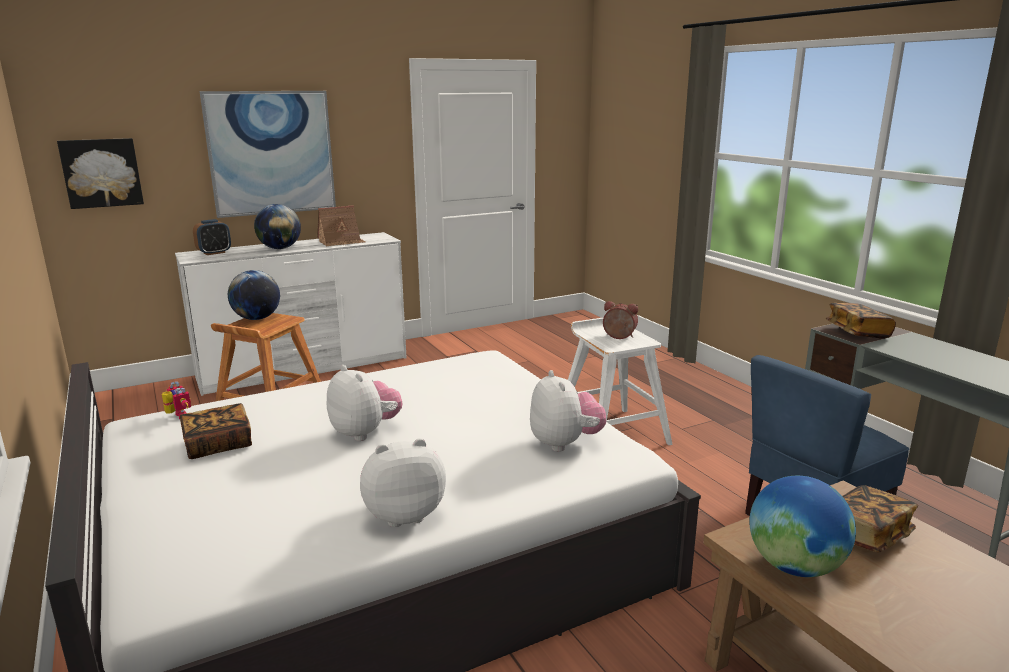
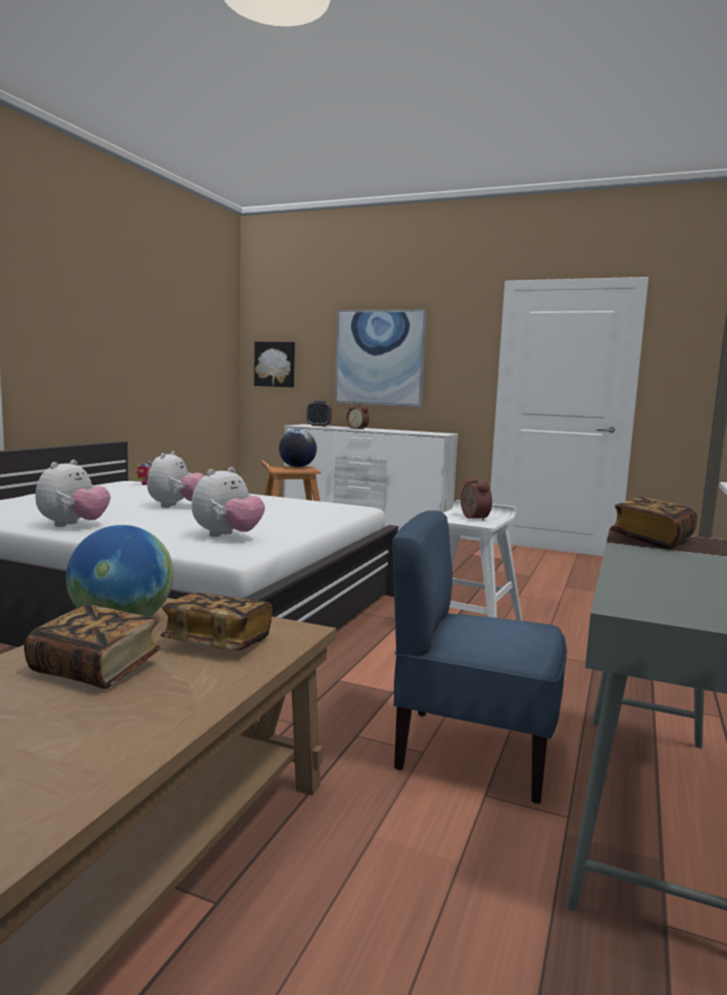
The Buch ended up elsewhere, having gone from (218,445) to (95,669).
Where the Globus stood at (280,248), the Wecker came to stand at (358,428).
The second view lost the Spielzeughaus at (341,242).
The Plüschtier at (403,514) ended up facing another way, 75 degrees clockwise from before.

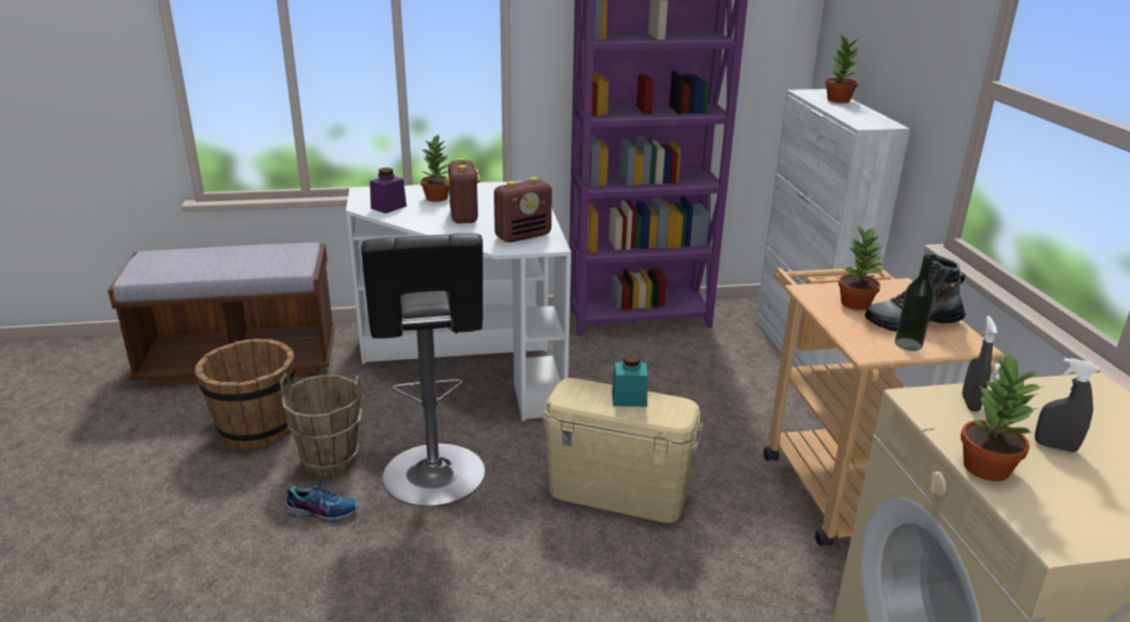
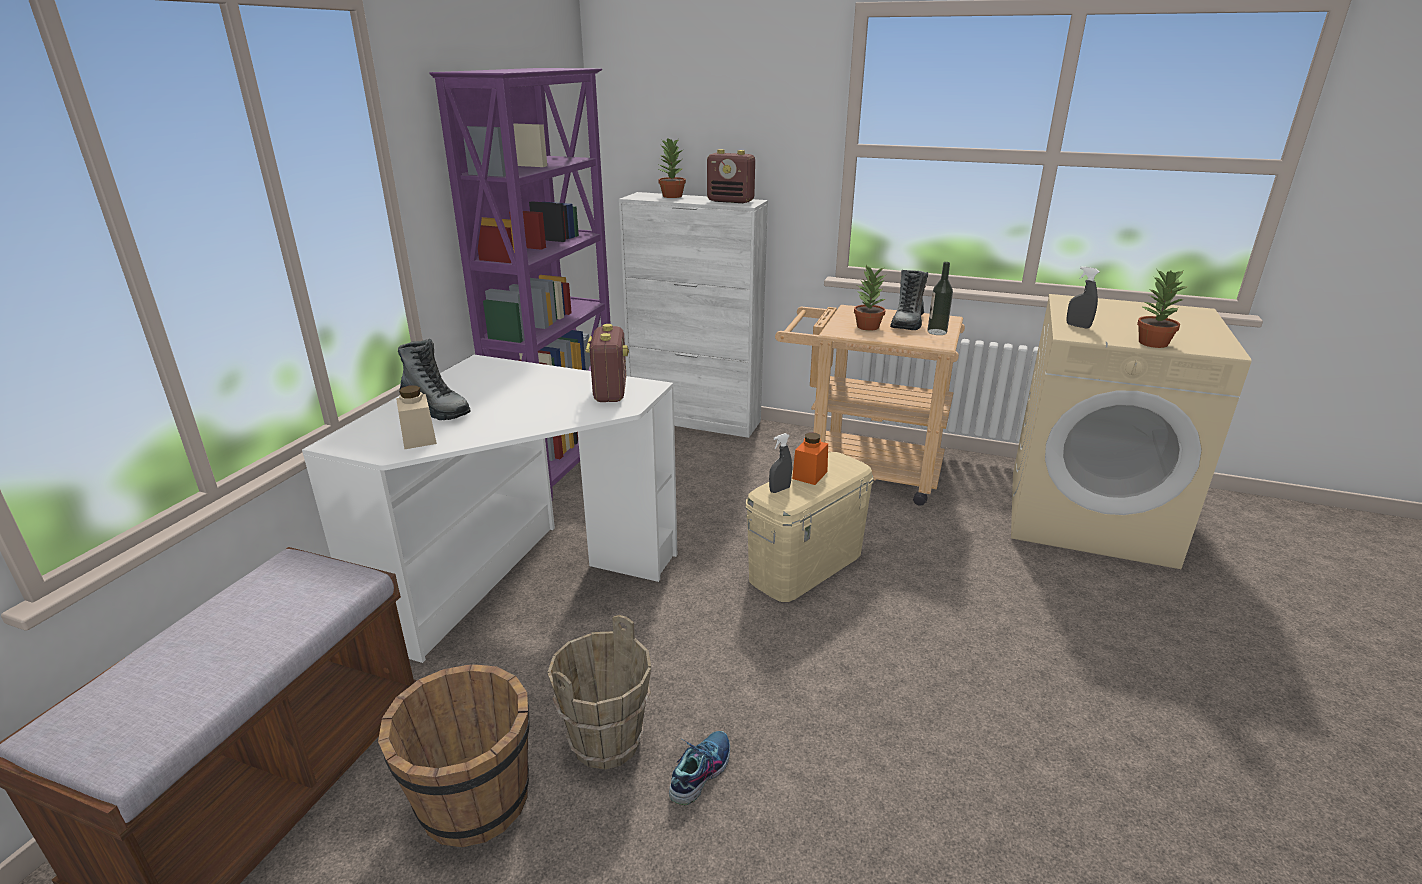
The second view lost the Hocker [schwarz] at (435,479).
What was the Vorratsglas [lila] at (388,207) turned into the Vorratsglas [beige] at (419,438).
Where the Topfpflanze stood at (437,198), the Stiefel came to stand at (436,408).
The Radio ended up elsewhere, having gone from (464,216) to (731,201).
What was the Vorratsglas [türkis] at (629,399) turned into the Vorratsglas [orange] at (809,475).
The Sprühflasche [grau] ended up elsewhere, having gone from (1055,446) to (779,489).

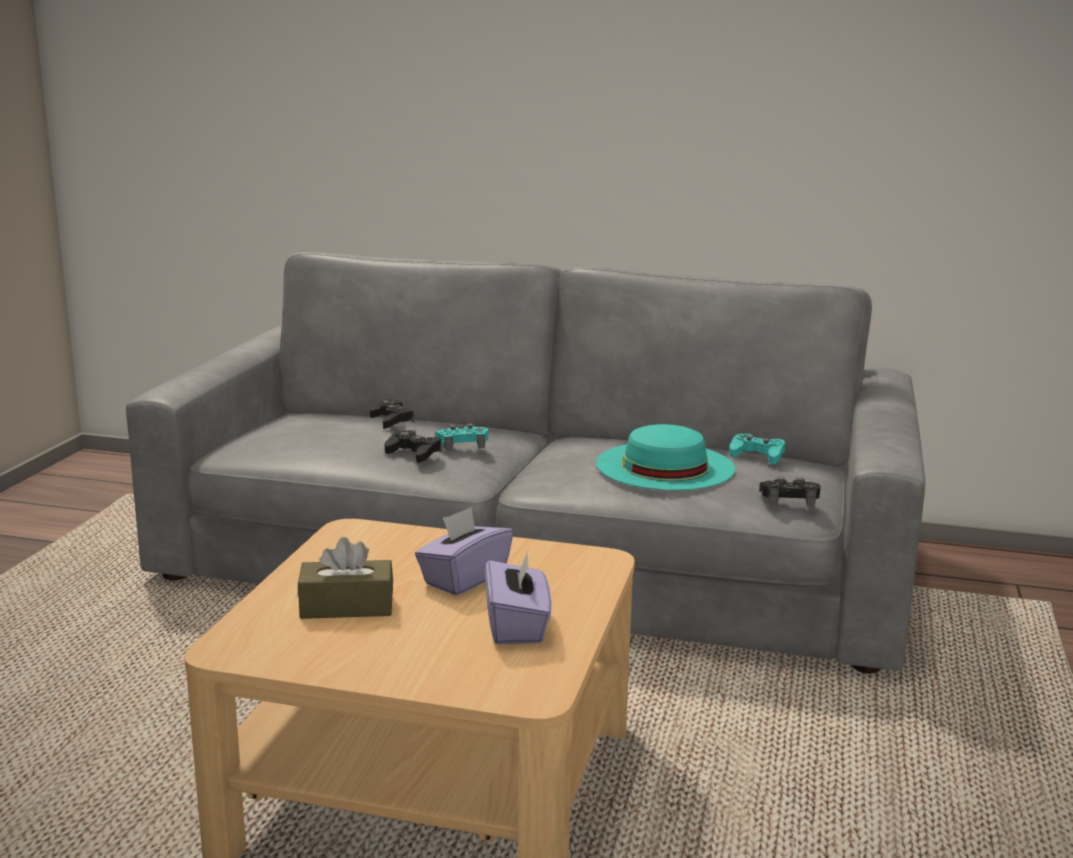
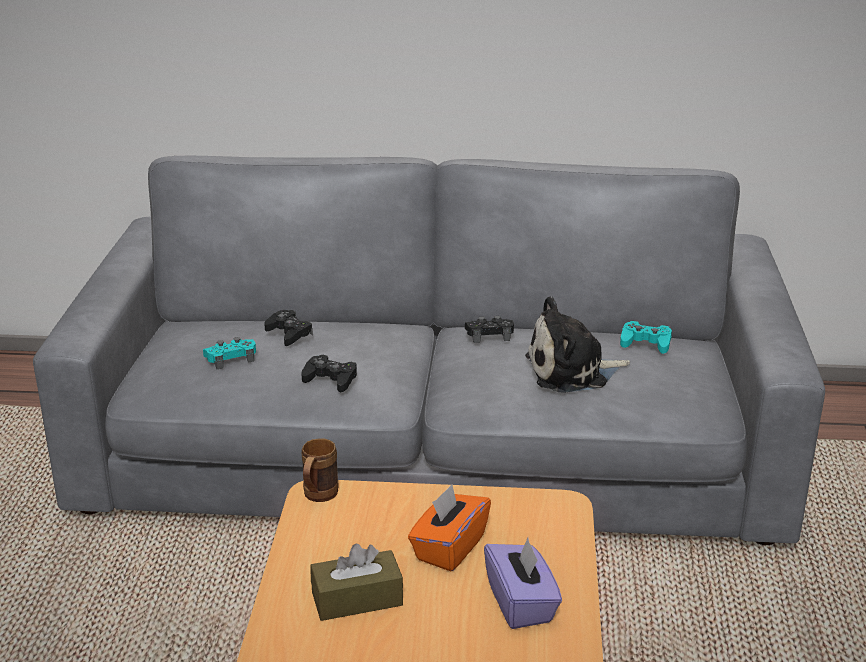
What was the Taschentuchbox [lila] at (464,579) turned into the Taschentuchbox [orange] at (449,548).
The Gamepad [türkis] ended up elsewhere, having gone from (462,444) to (231,358).
Where the Hut [türkis] stood at (665,466), the Plüschtier came to stand at (572,371).
The Gamepad [schwarz] ended up elsewhere, having gone from (789,499) to (489,334).
The second view gained the Henkelbecher [braun] at (317,497).

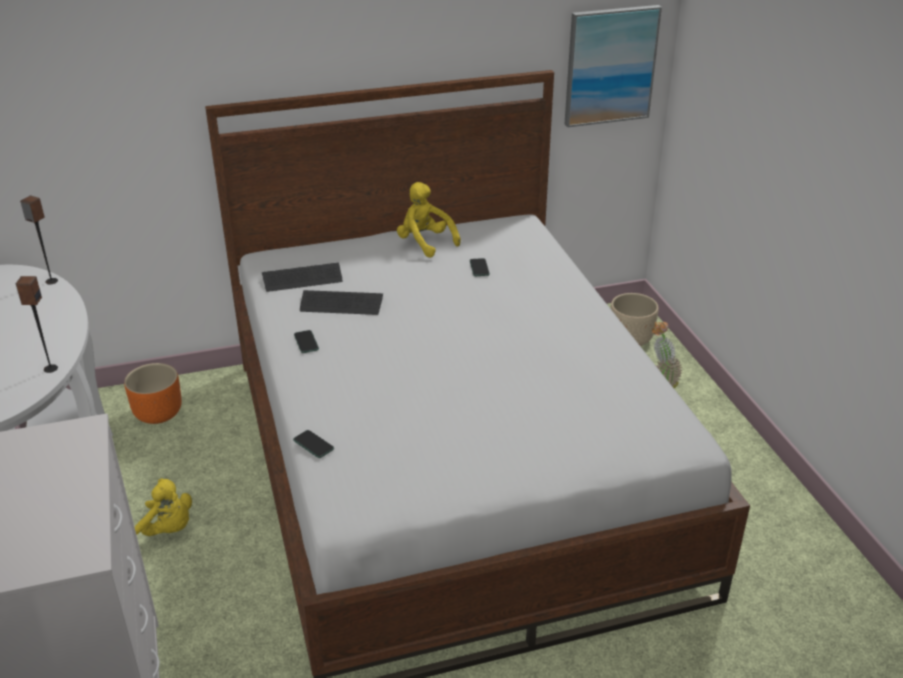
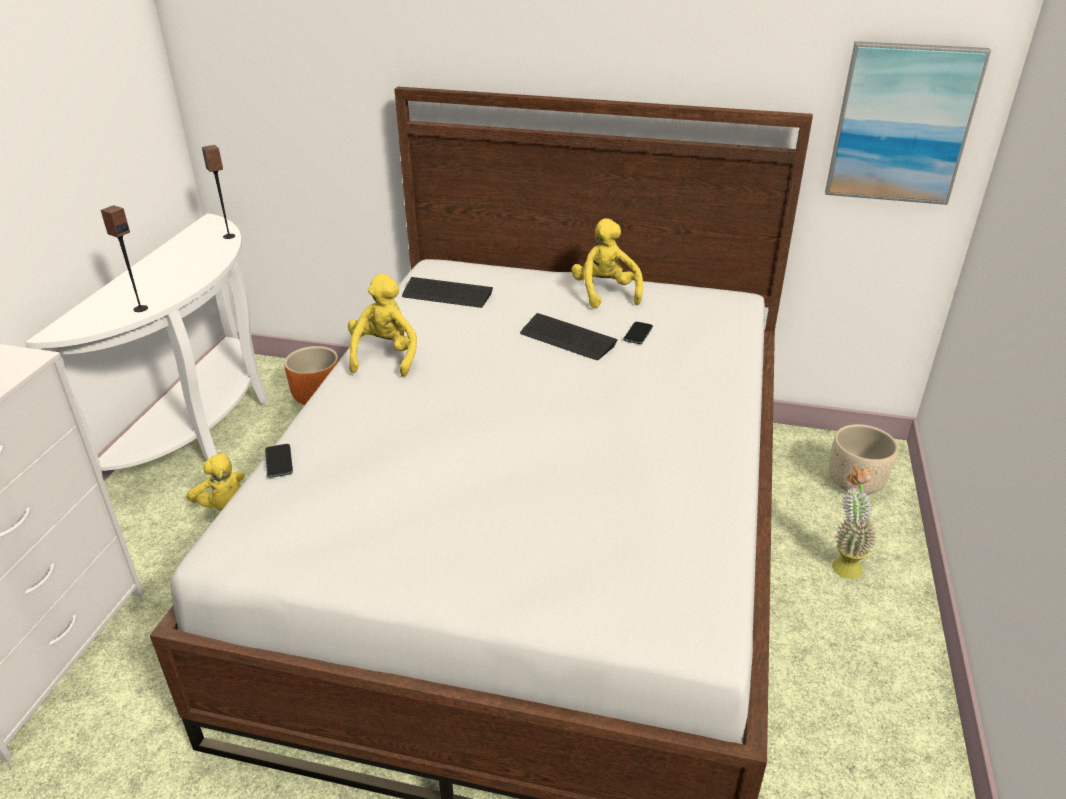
Where the Handy stood at (306,342), the Plüschtier [gelb] came to stand at (385,356).
The Tastatur ended up elsewhere, having gone from (341,304) to (567,339).

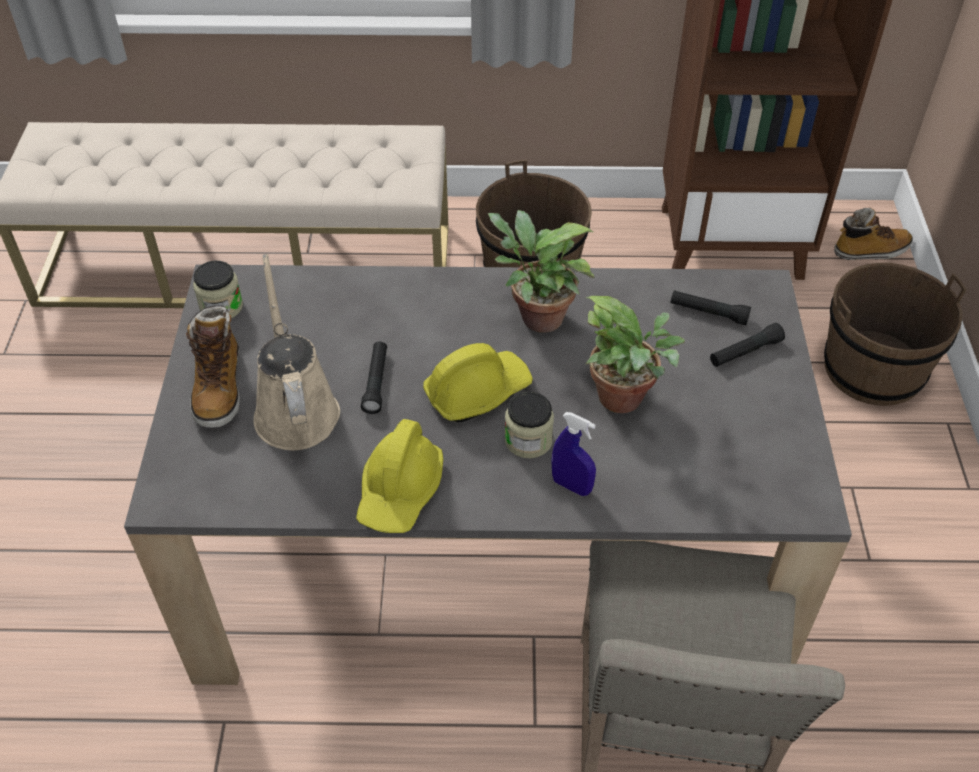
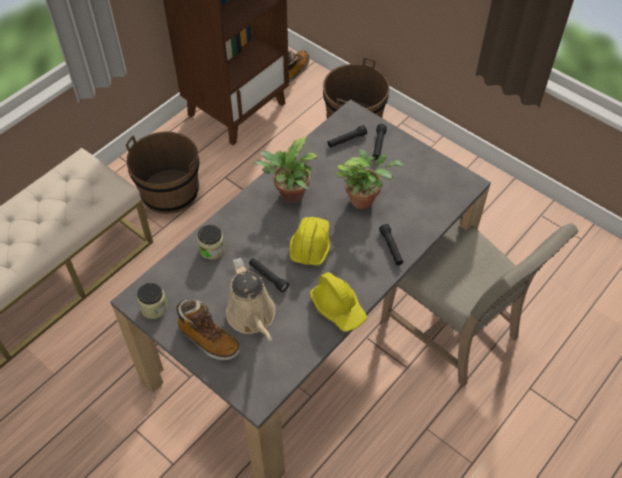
The Gießkanne [beige] at (295,408) ended up facing another way, 135 degrees counterclockwise from before.
The Vorratsglas ended up elsewhere, having gone from (528,440) to (212,249).
Where the Sprühflasche [blau] stood at (571,486), the Taschenlampe [schwarz] came to stand at (391,248).

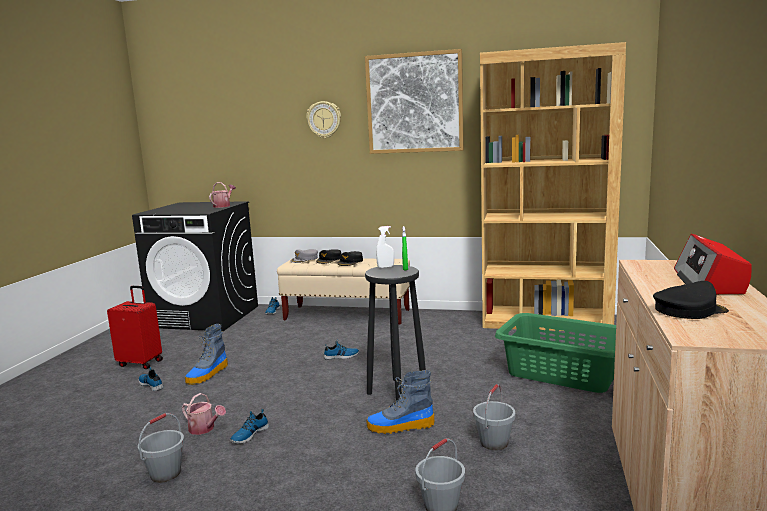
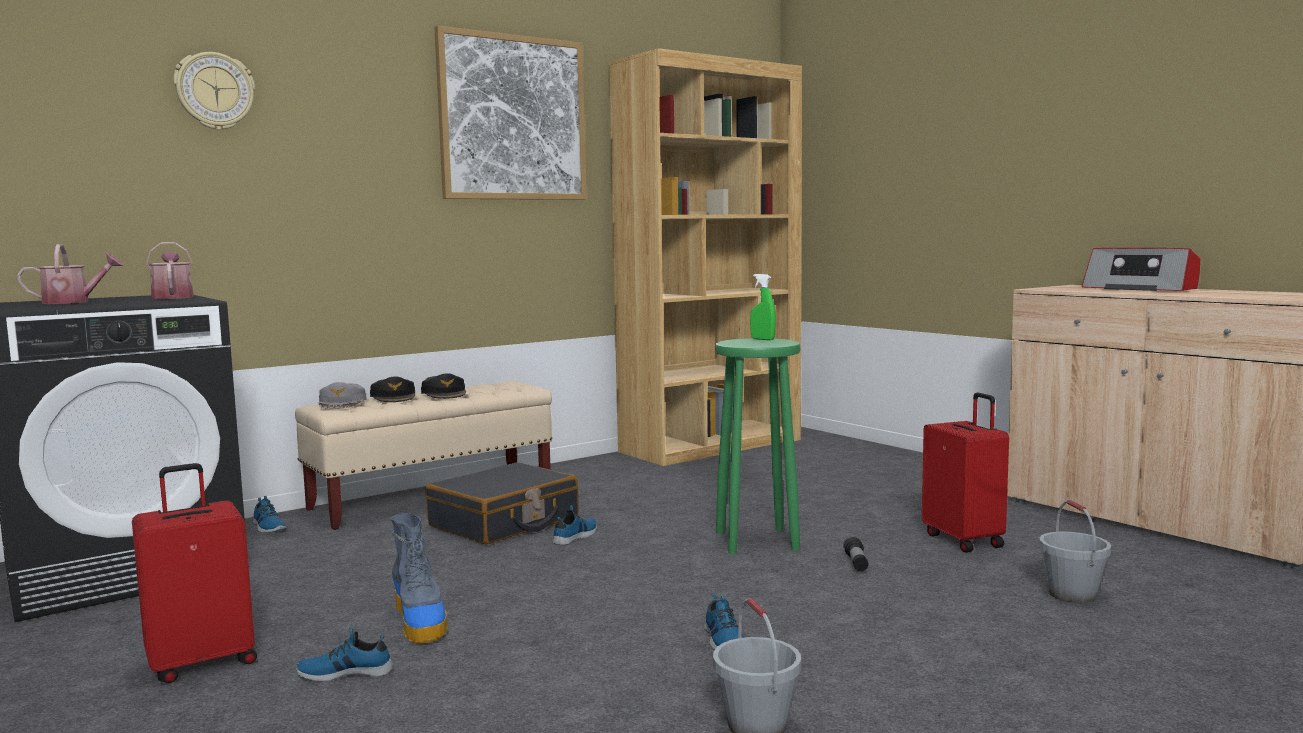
The Gießkanne ended up elsewhere, having gone from (204,429) to (73,302).
The Wanduhr ended up elsewhere, having gone from (324,119) to (214,91).
What was the Hocker [schwarz] at (397,392) turned into the Hocker [grün] at (758,540).
Where the Stiefel stood at (400,426), the Taschenlampe came to stand at (856,563).
The second view lost the Sprühflasche [weiß] at (385,267).
Where the Eimer [grau] stood at (494,443), the Koffer [rot] came to stand at (965,540).
The second view lost the Wäschekorb [grün] at (562,373).
The second view lost the Kappe [schwarz] at (689,310).
The second view gained the Koffer [schwarz] at (504,522).

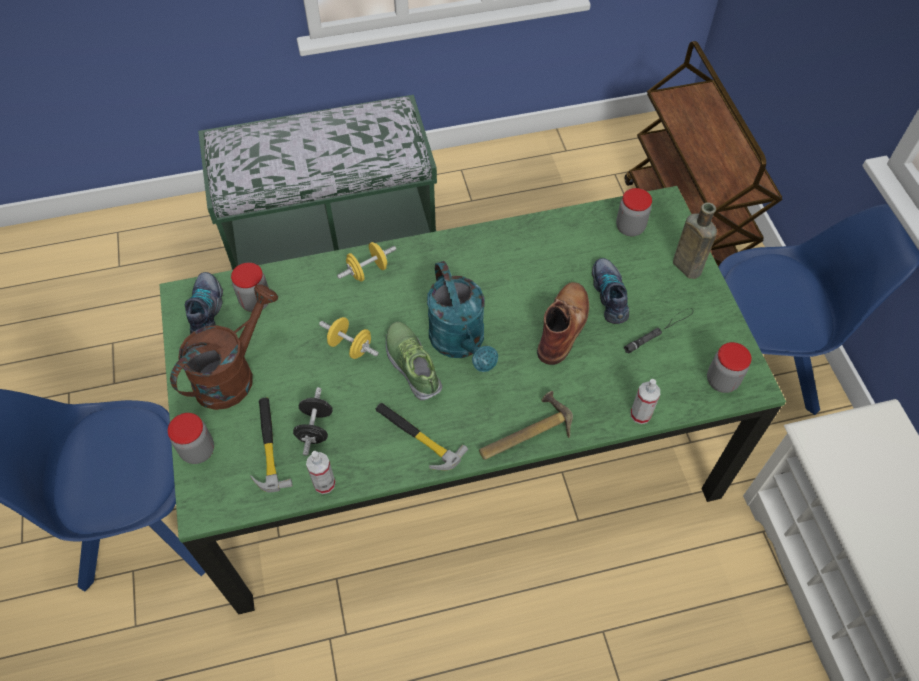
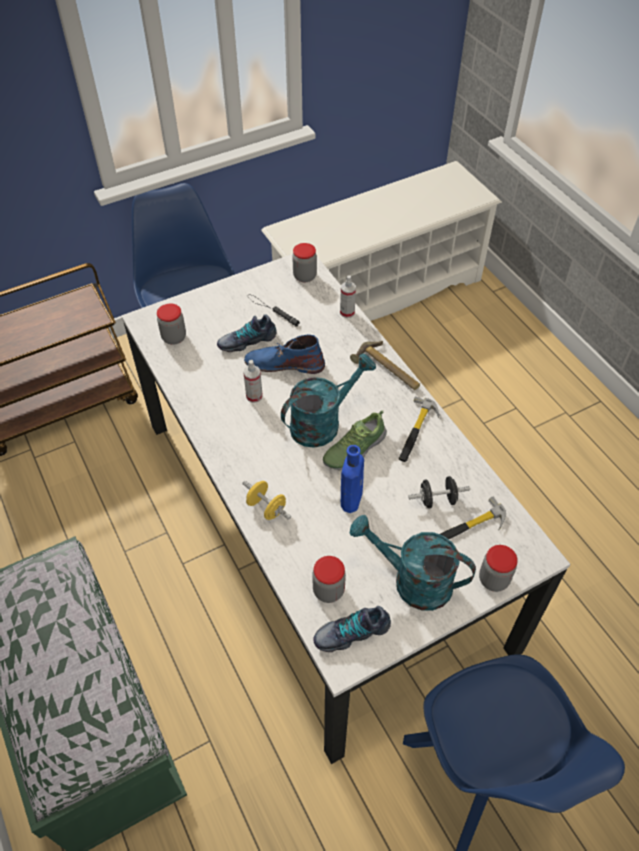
What was the Esstisch [grün] at (457,447) turned into the Esstisch [weiß] at (320,530).
What was the Gießkanne [braun] at (232,374) turned into the Gießkanne [türkis] at (412,581).
The Sprühflasche ended up elsewhere, having gone from (324,483) to (254,396).
Where the Hantel [gelb] stood at (350,346), the Flasche [blau] came to stand at (351,498).
What was the Stiefel [braun] at (563,325) turned into the Stiefel [blau] at (284,363).
The second view lost the Flasche [braun] at (685,265).

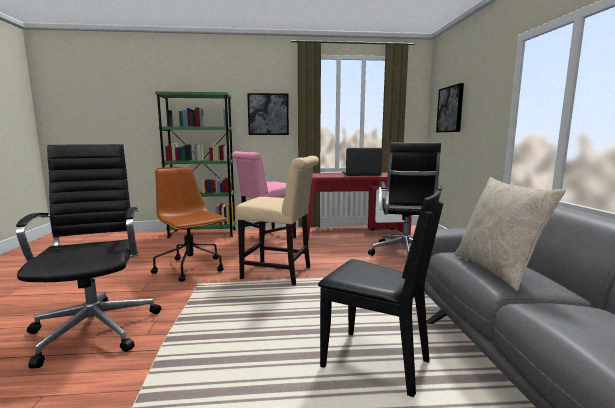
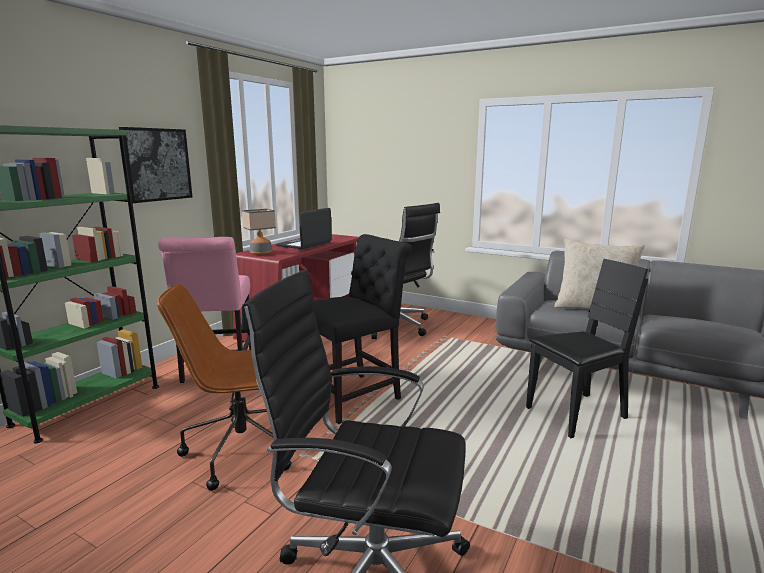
What was the Stuhl [beige] at (280,273) turned into the Stuhl [schwarz] at (355,396).
The second view lost the Bild at (450,109).
The second view gained the Tischlampe at (261,253).

